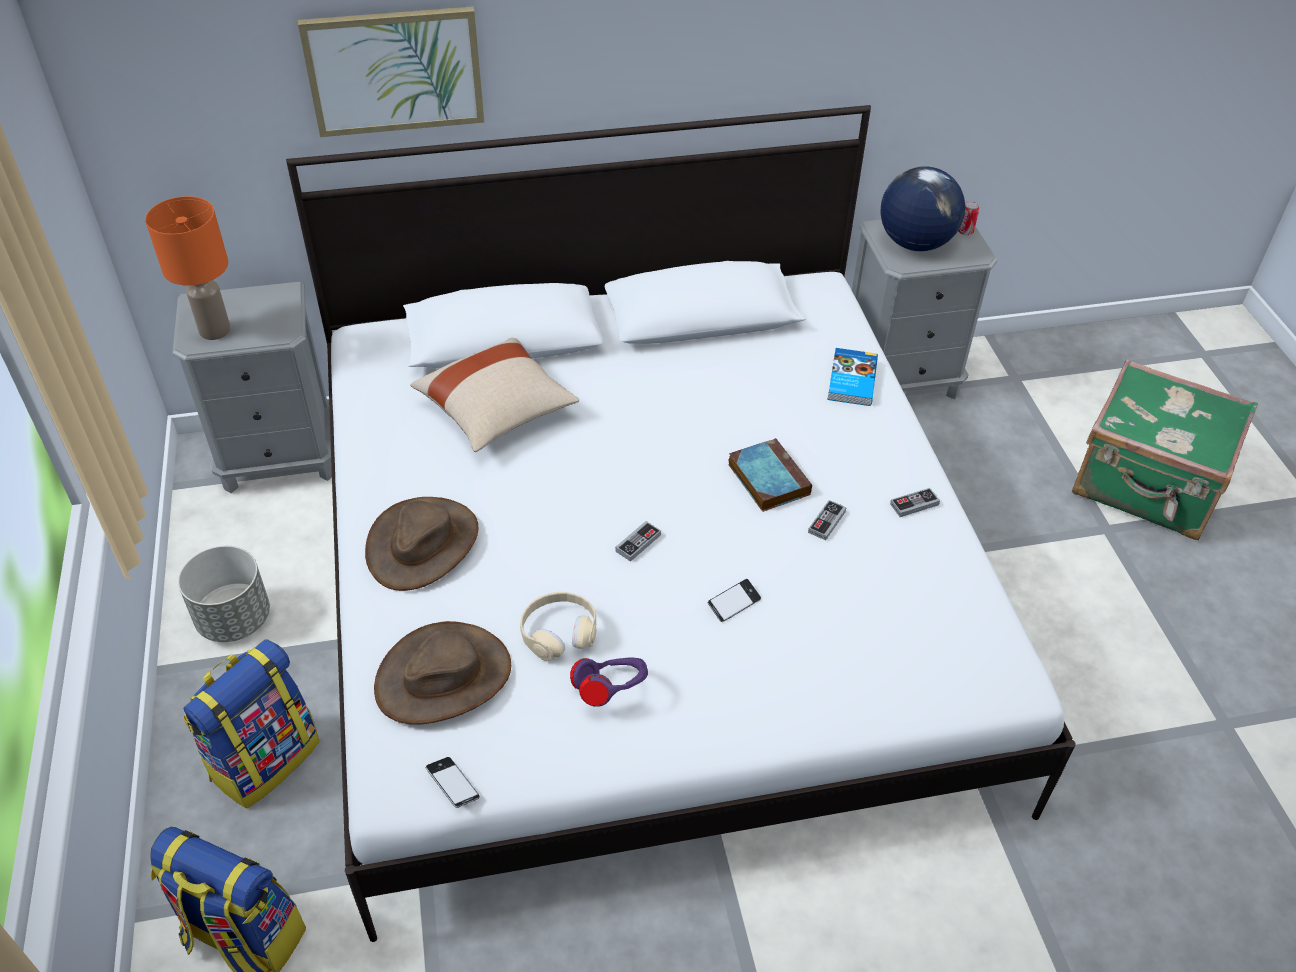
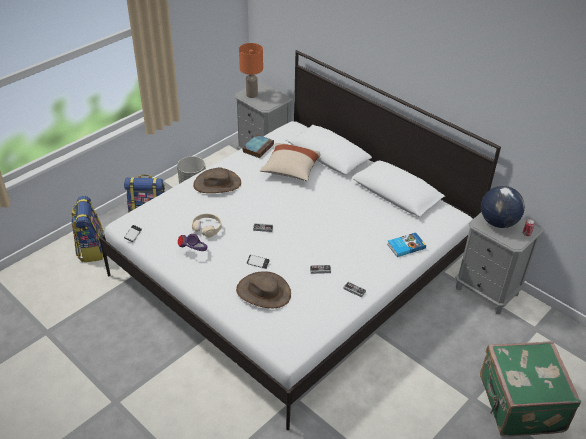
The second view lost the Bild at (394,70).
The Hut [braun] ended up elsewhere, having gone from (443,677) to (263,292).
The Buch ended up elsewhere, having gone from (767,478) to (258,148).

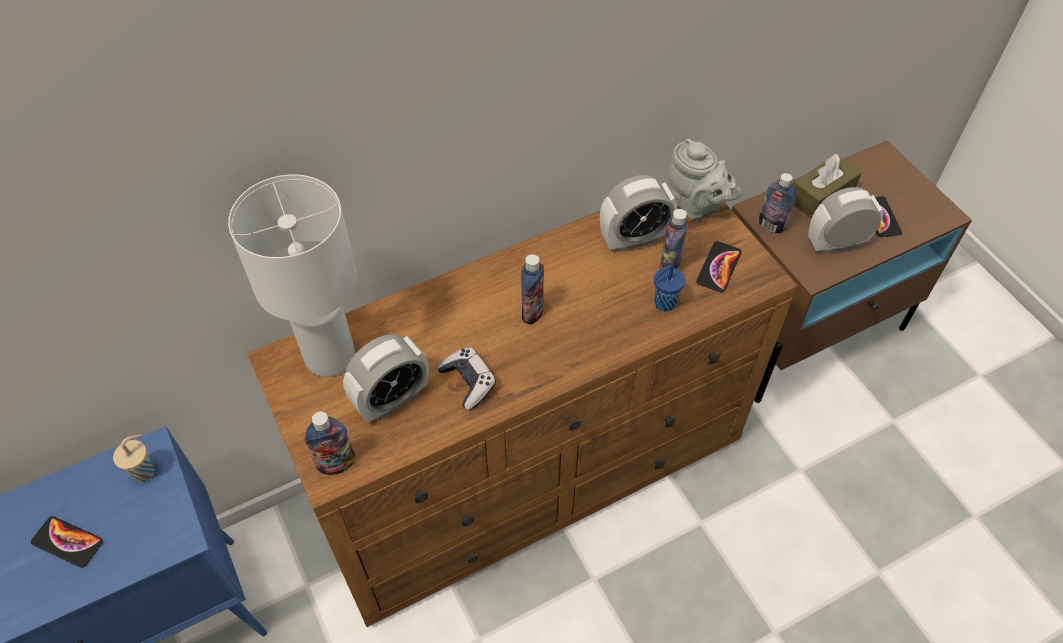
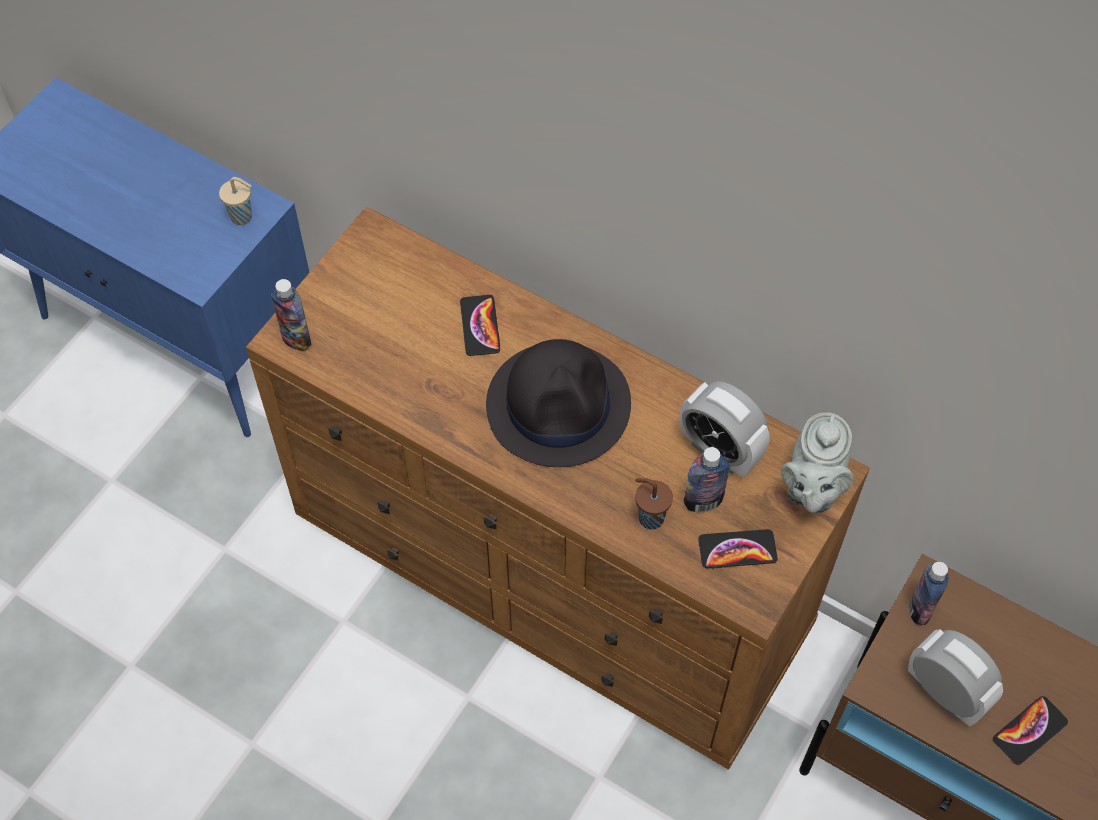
The Handy ended up elsewhere, having gone from (67,542) to (480,326).
The second view lost the Tischlampe [weiß] at (331,357).
The second view lost the Wecker at (392,400).
The second view lost the Gamepad at (468,382).
Where the Flasche stood at (532,312), the Hut [schwarz] came to stand at (559,405).
What was the Tasse [blau] at (663,304) turned into the Tasse [braun] at (649,517).
The second view lost the Taschentuchbox [braun] at (821,196).

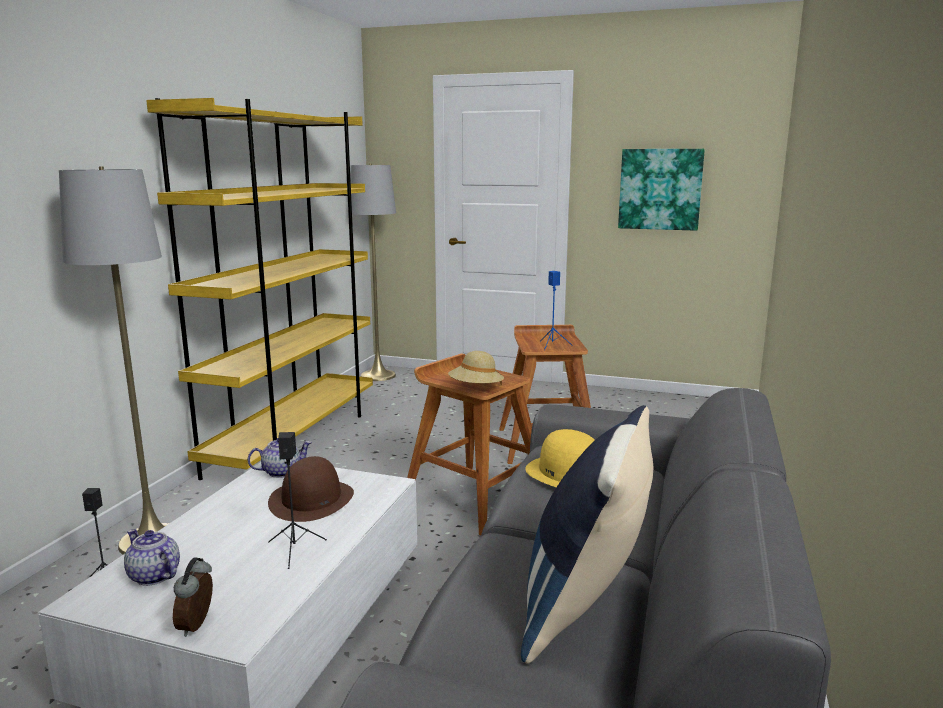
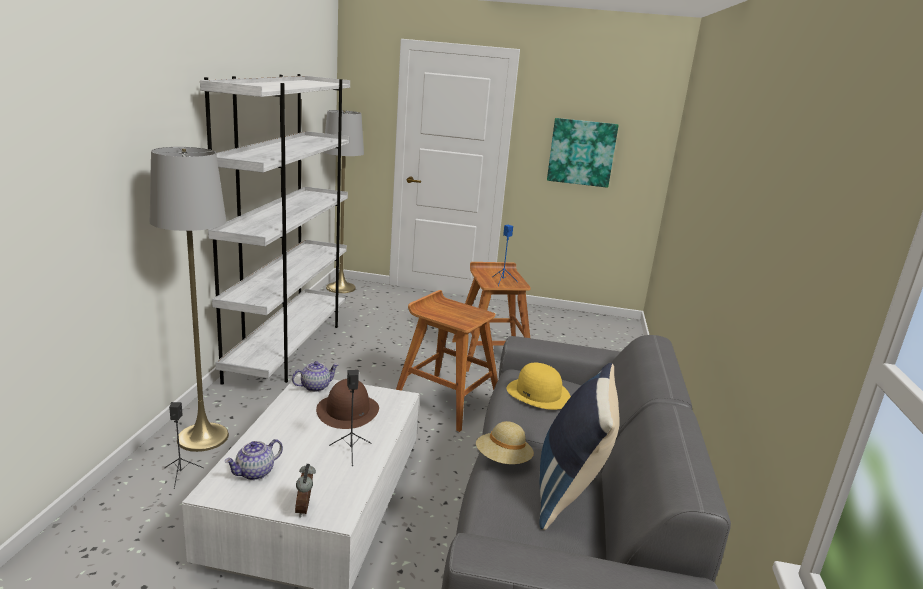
The Teekanne at (153,576) ended up facing another way, 75 degrees counterclockwise from before.
What was the Bücherregal [gelb] at (295,439) turned into the Bücherregal [weiß] at (289,348).
The Hut [beige] ended up elsewhere, having gone from (476,389) to (503,460).

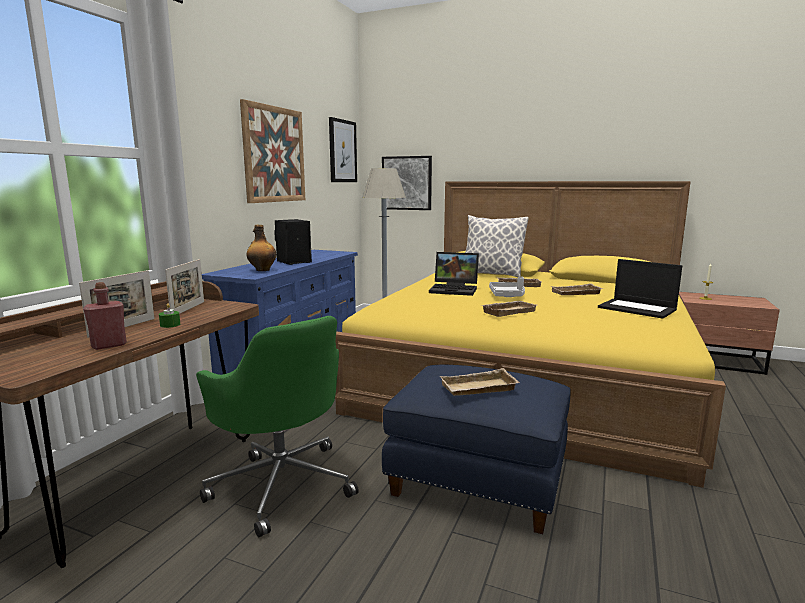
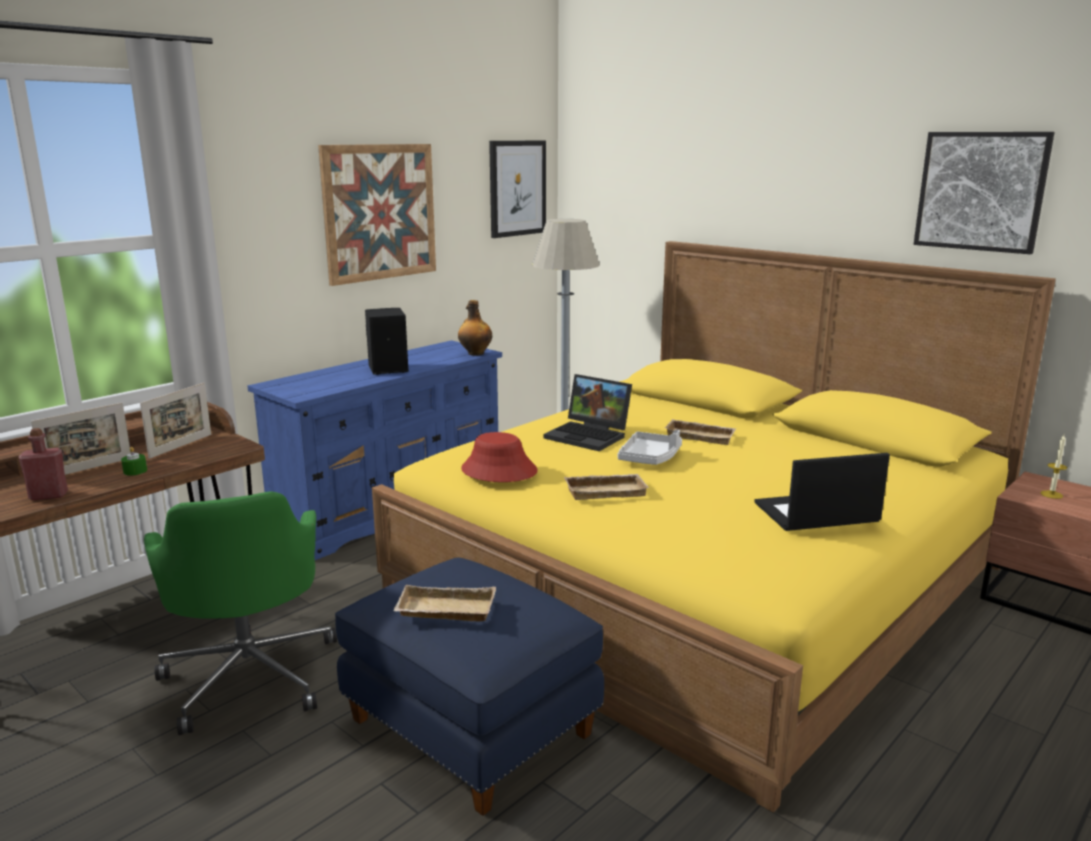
The Flasche ended up elsewhere, having gone from (262,270) to (475,353).
The Bild ended up elsewhere, having gone from (407,183) to (981,191).
The second view lost the Kissen at (491,274).
The second view lost the Tablett [beige] at (576,293).
The Laptop at (638,308) ended up facing another way, 105 degrees clockwise from before.
The second view gained the Hut [rot] at (498,471).

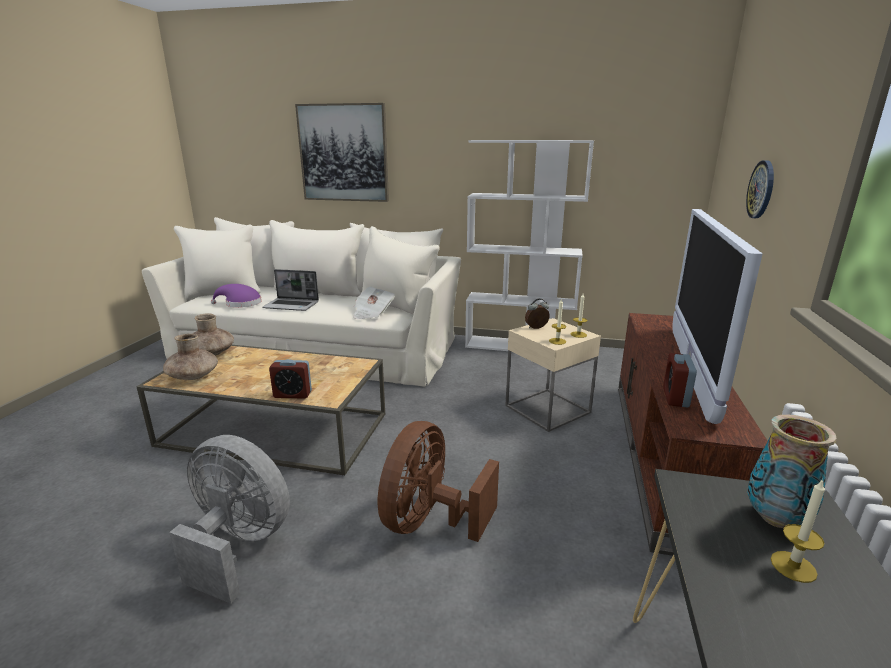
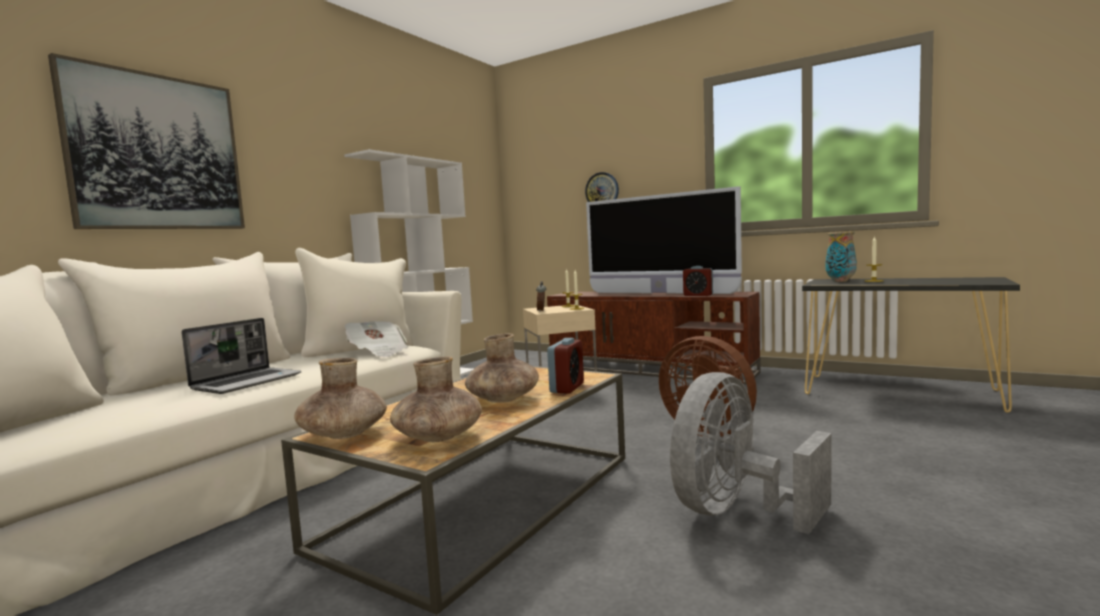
The second view lost the Hut [lila] at (240,303).
The second view gained the Vase [braun] at (503,399).

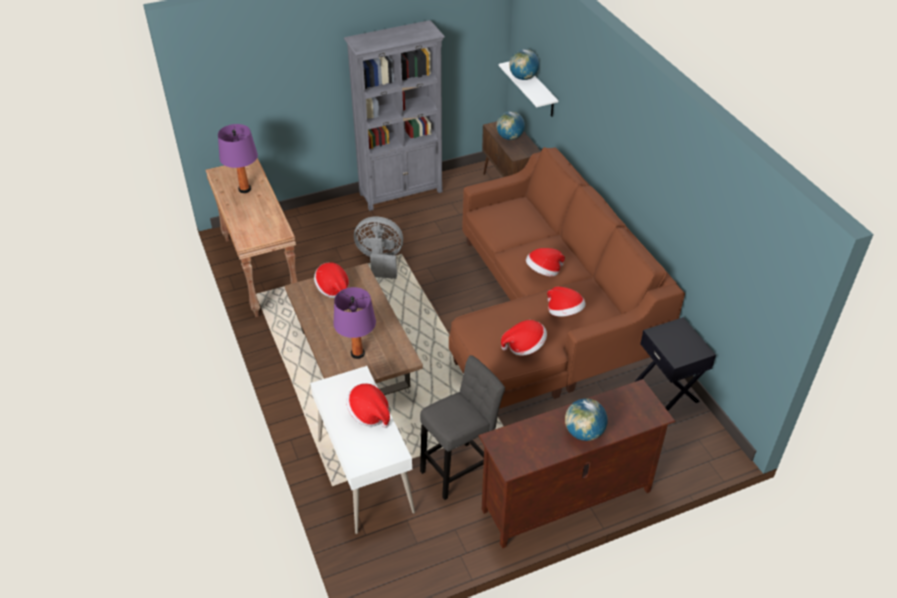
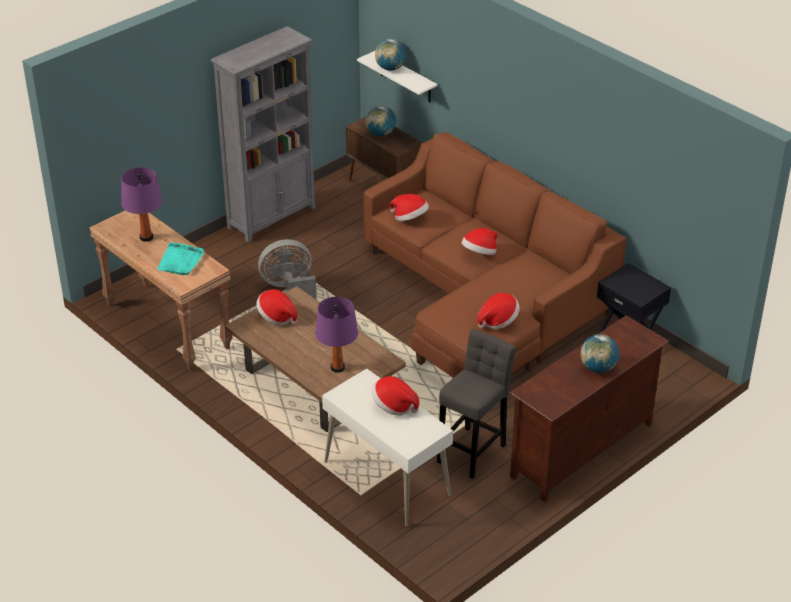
The Hut ended up elsewhere, having gone from (564,312) to (410,218).
The second view gained the Tablett [türkis] at (180,261).

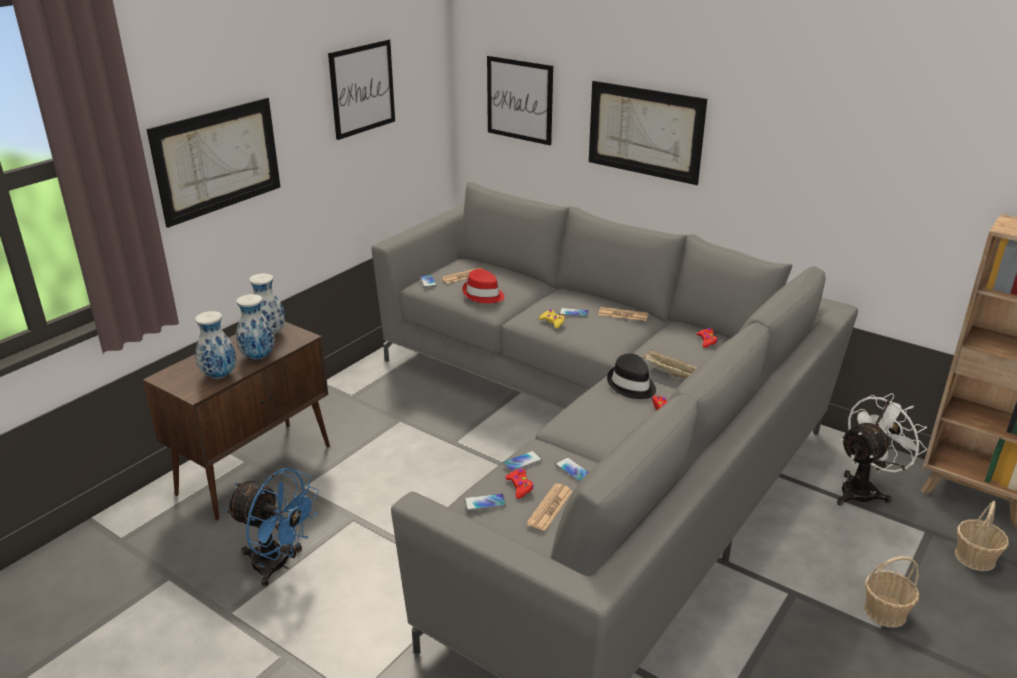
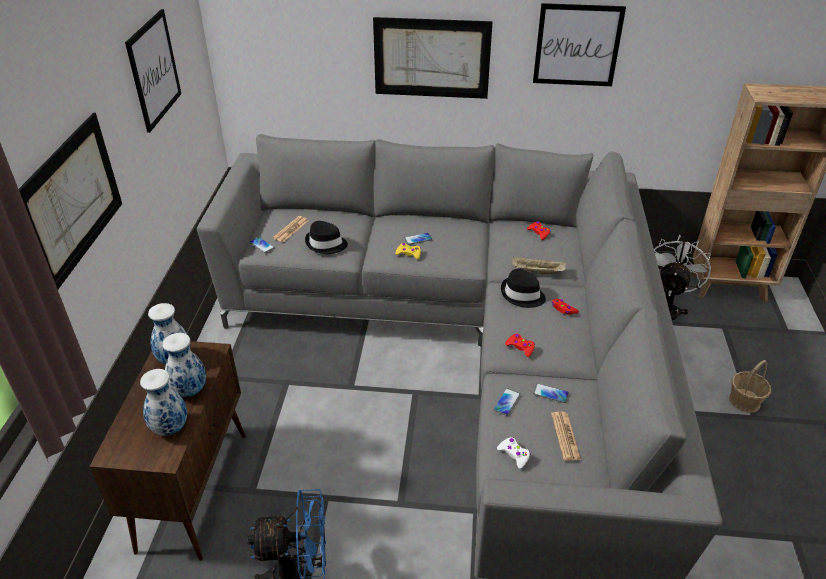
What was the Hut [rot] at (483,294) turned into the Hut [schwarz] at (326,244).
Where the Handy stood at (485,503), the Gamepad [weiß] came to stand at (514,454).
The Bild ended up elsewhere, having gone from (519,100) to (577,45).
The Gamepad [rot] ended up elsewhere, having gone from (520,487) to (520,347).
The second view lost the Zeitung at (623,315).
The second view lost the Korb at (975,557).

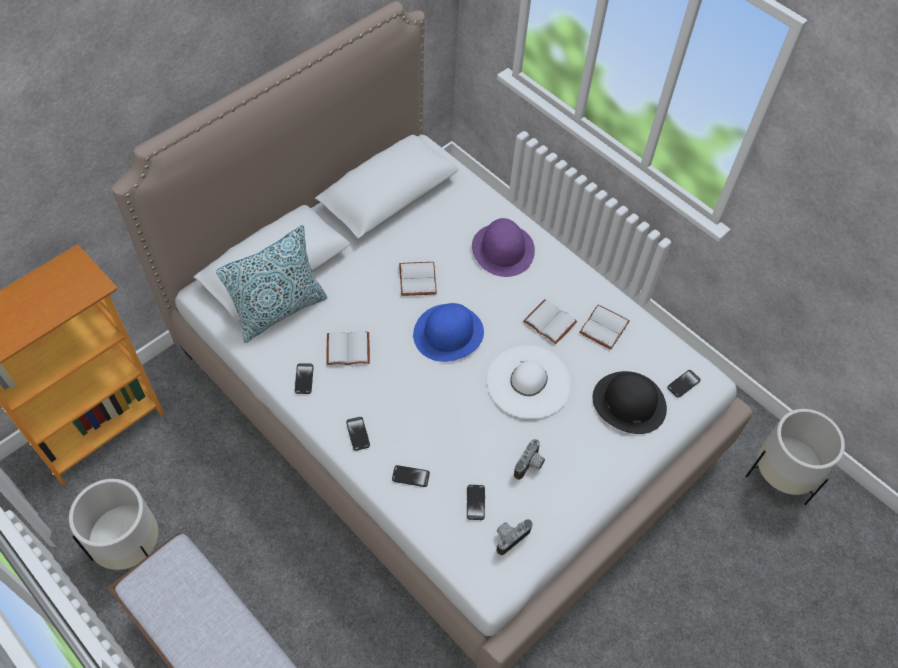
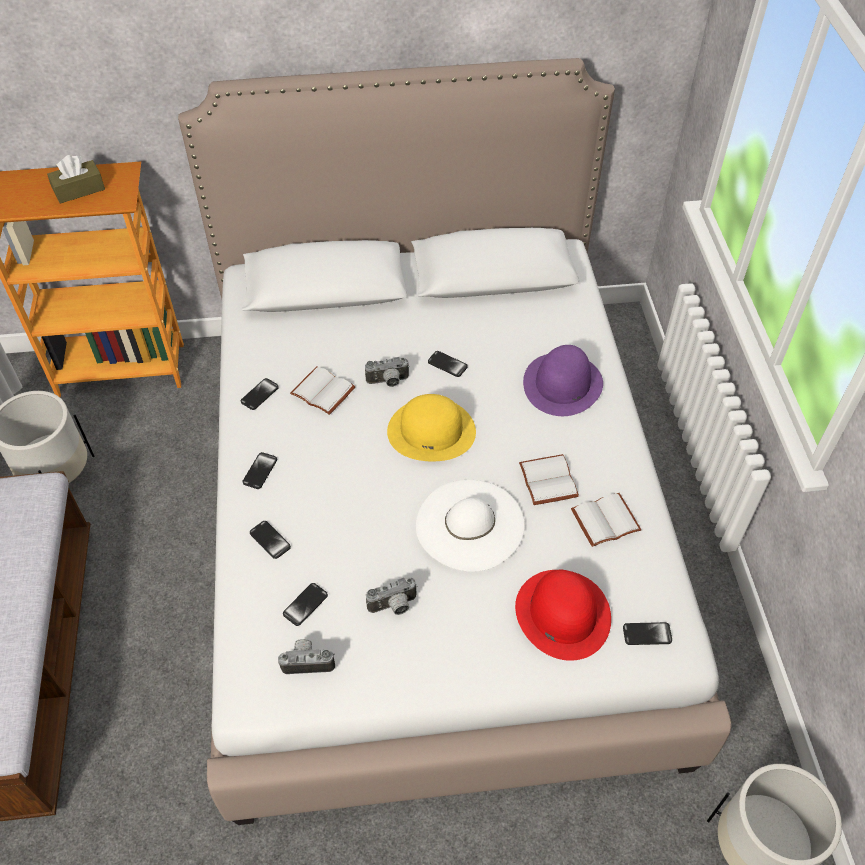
The second view lost the Kissen at (279,310).
Where the Buch [weiß] stood at (416,279), the Handy came to stand at (447,364).
What was the Hut [blau] at (448,333) turned into the Hut [gelb] at (431,431).
What was the Hut [schwarz] at (629,403) turned into the Hut [rot] at (562,613).
The second view gained the Taschentuchbox [braun] at (79,190).
The second view gained the Kamera at (388,382).

